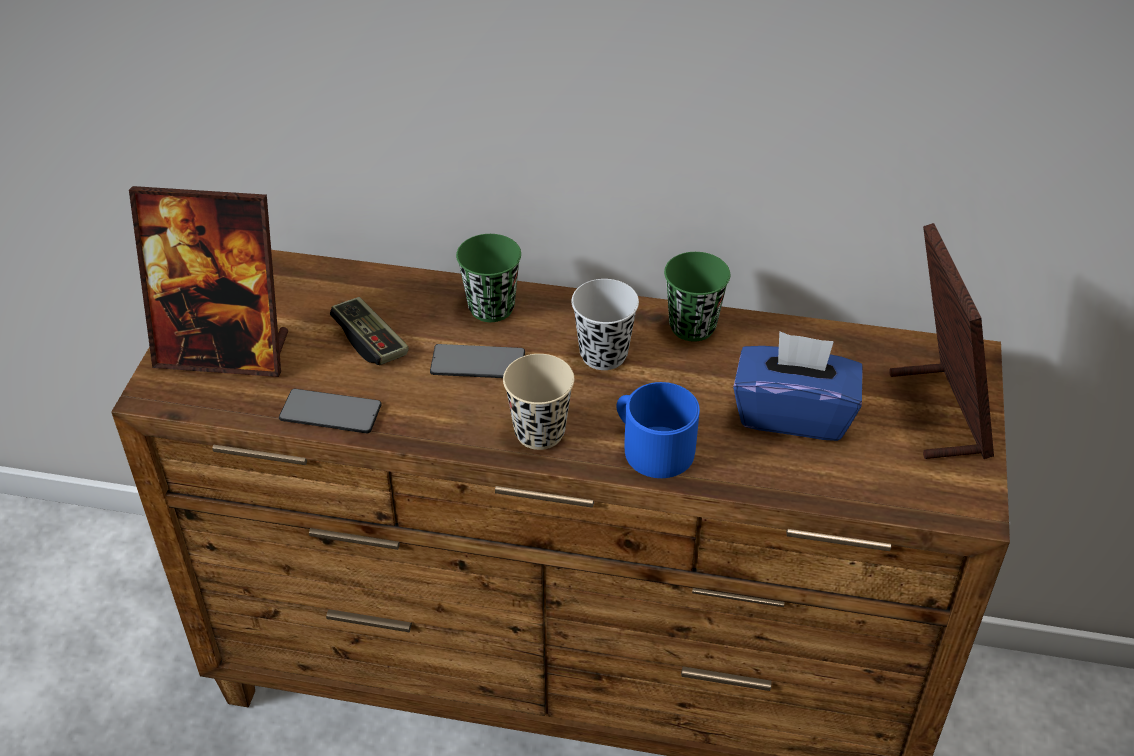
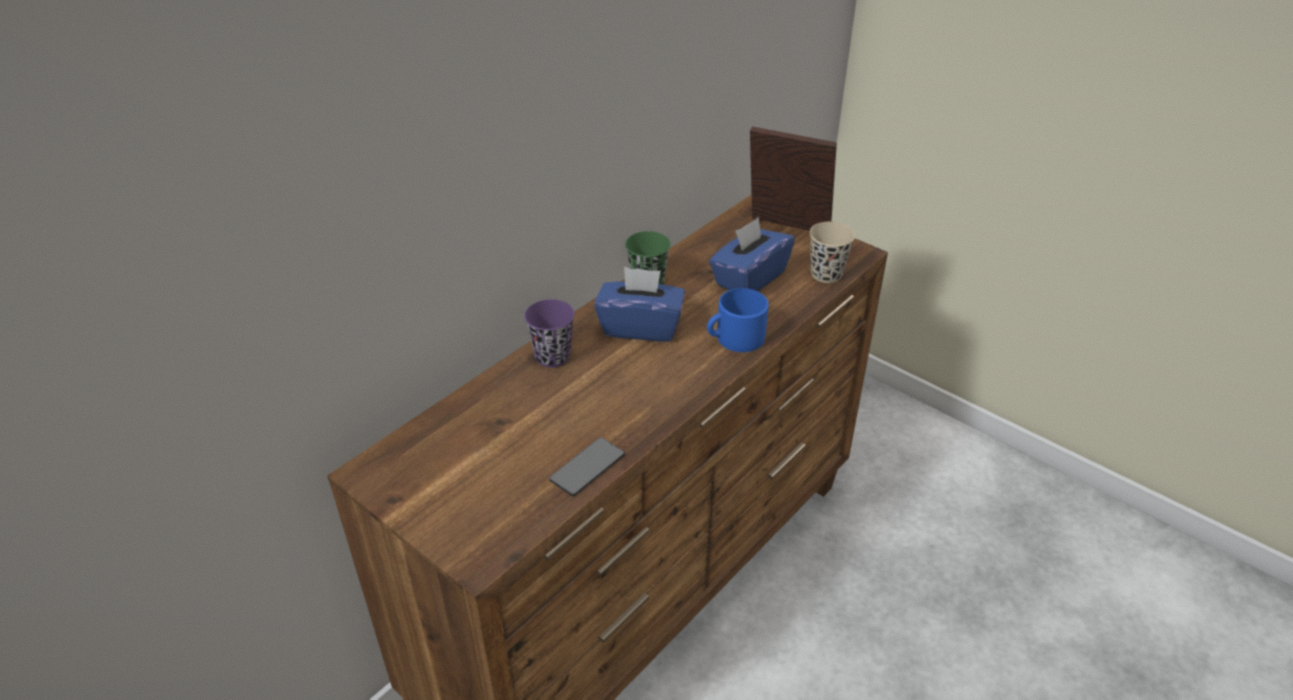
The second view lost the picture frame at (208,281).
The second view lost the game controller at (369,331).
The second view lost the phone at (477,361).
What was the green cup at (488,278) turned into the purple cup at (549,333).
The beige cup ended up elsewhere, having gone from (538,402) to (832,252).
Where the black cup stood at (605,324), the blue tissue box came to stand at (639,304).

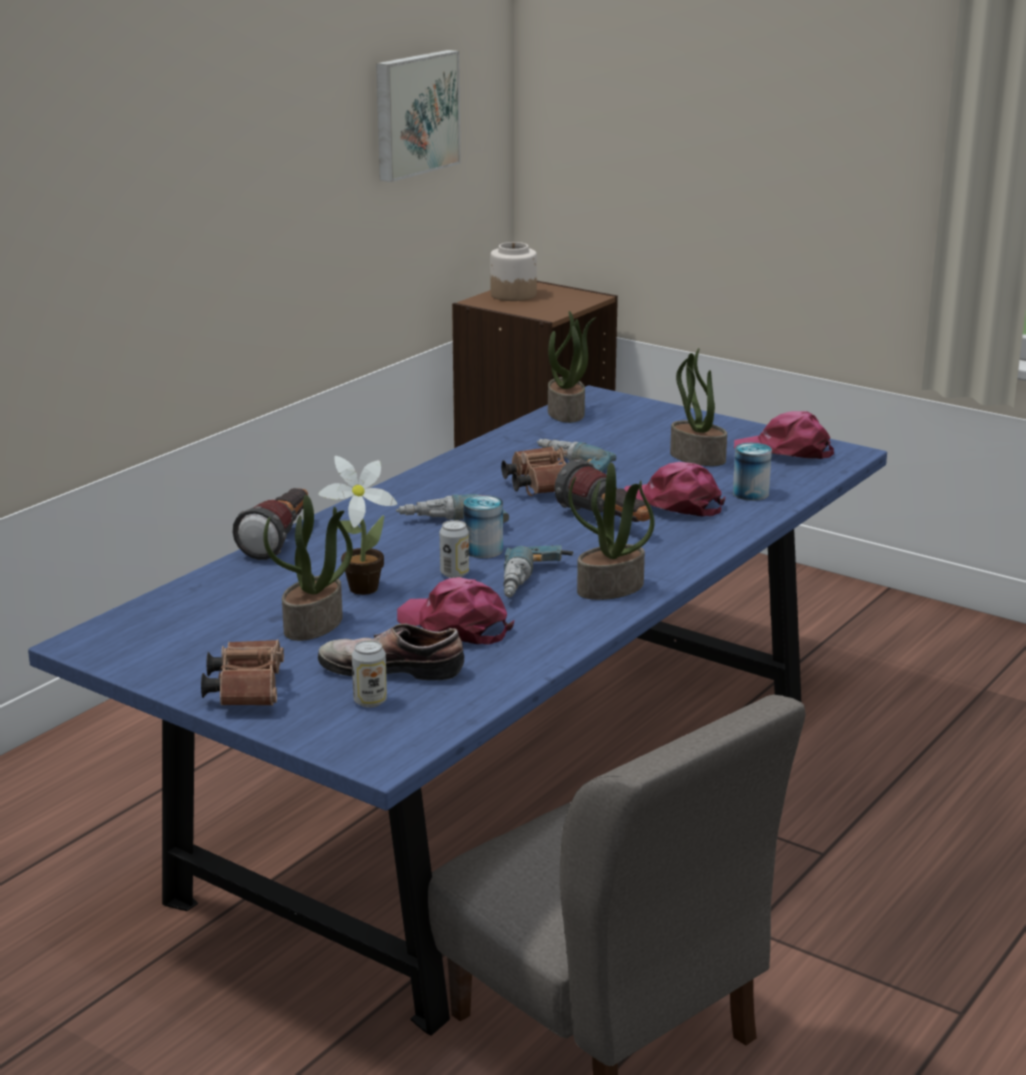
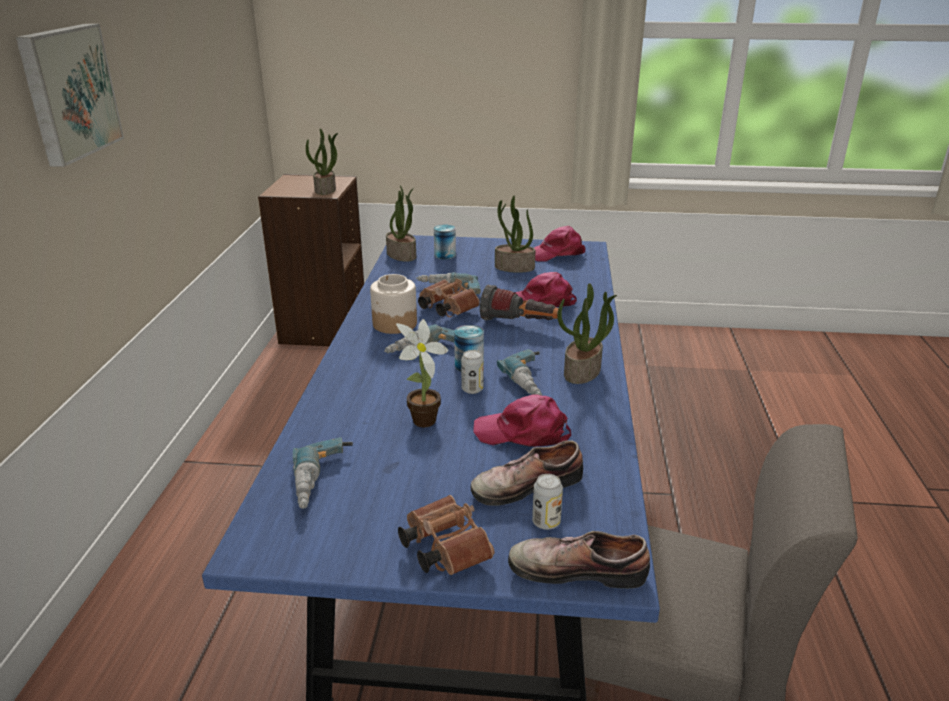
The second view lost the flashlight at (270,524).
The potted plant ended up elsewhere, having gone from (308,568) to (322,161).
The picture ended up elsewhere, having gone from (418,116) to (70,95).
The jar ended up elsewhere, having gone from (513,271) to (393,304).
The can ended up elsewhere, having gone from (752,472) to (445,242).
The second view gained the power drill at (323,473).
The second view gained the shoe at (579,560).

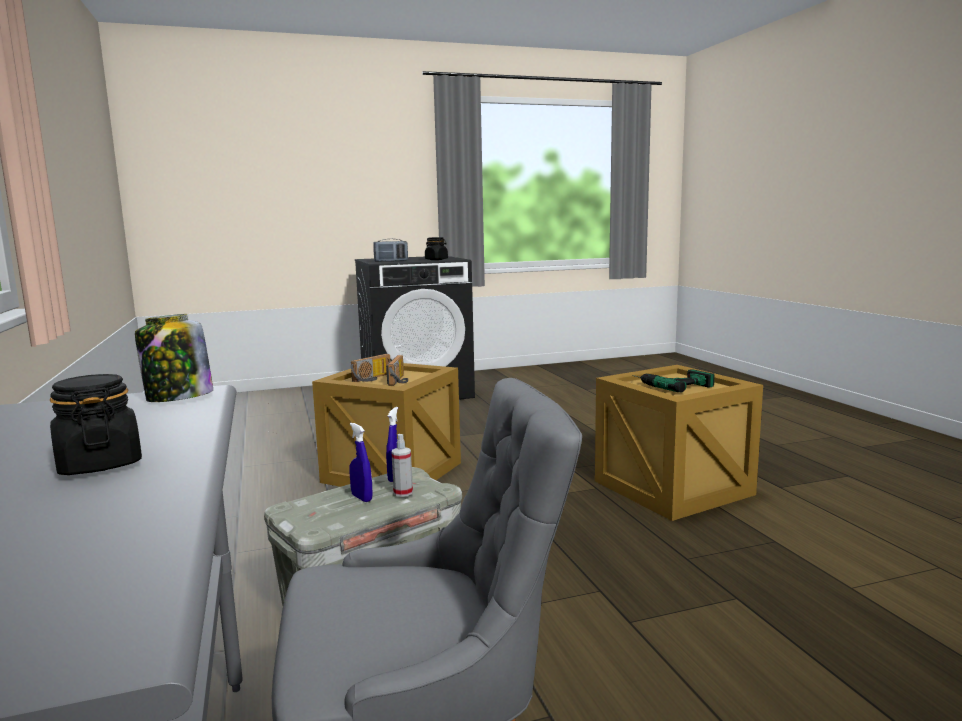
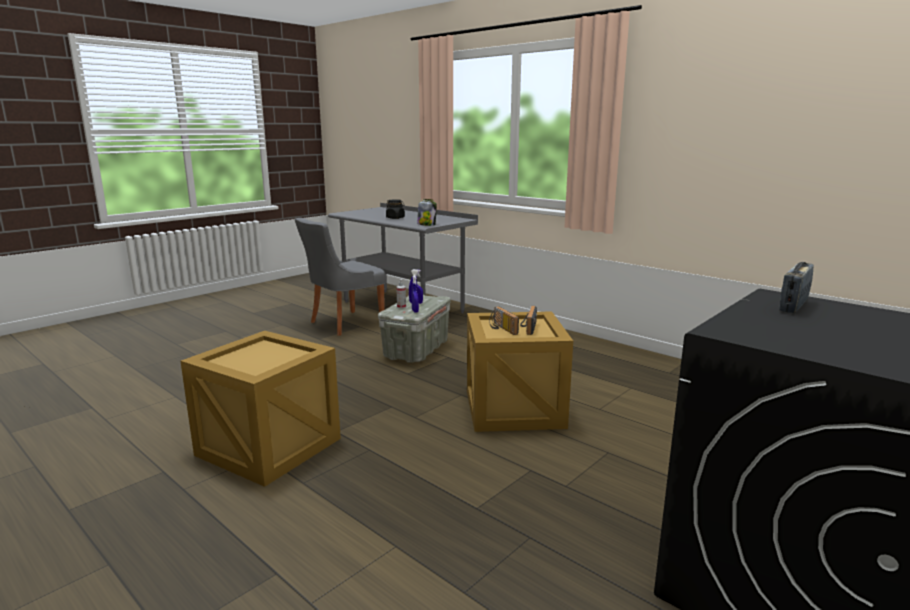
The second view lost the black jar at (436,248).
The second view lost the power drill at (673,380).

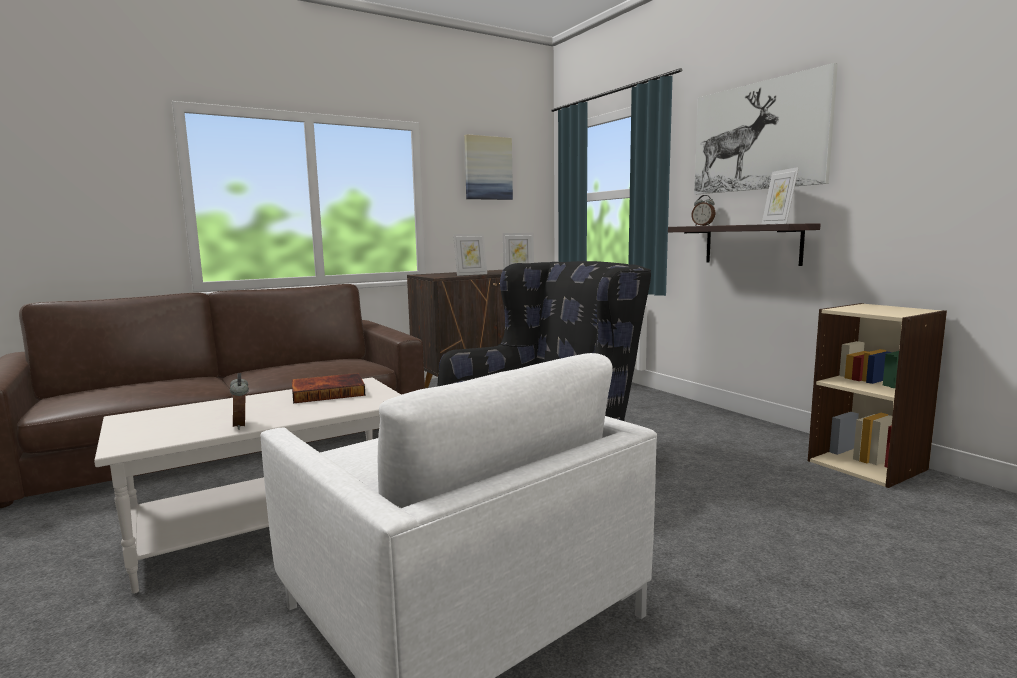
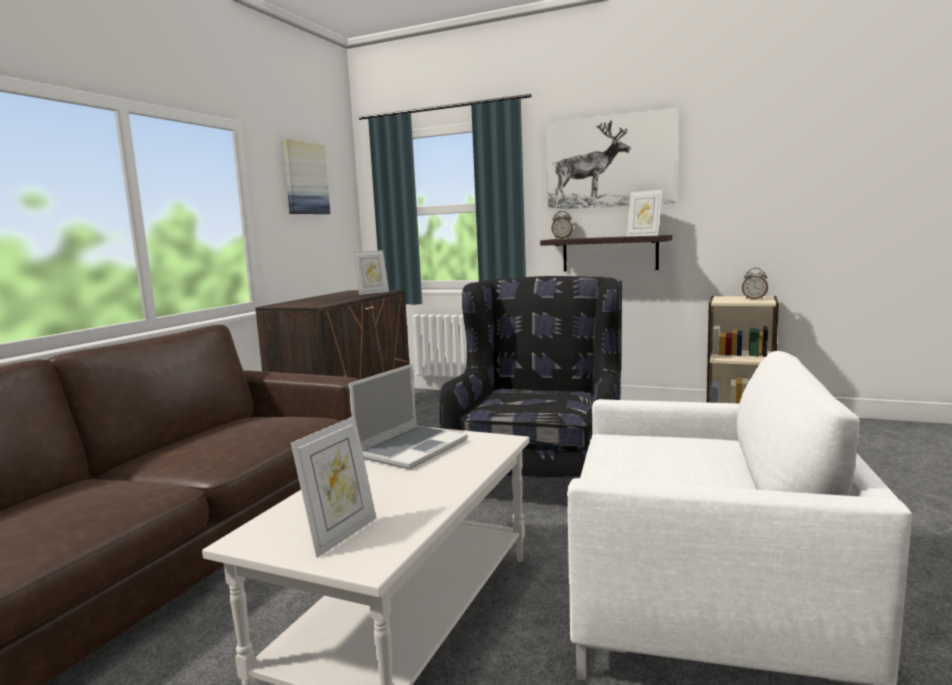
The alarm clock ended up elsewhere, having gone from (239,401) to (755,284).
Where the book stood at (329,388), the laptop came to stand at (408,417).
The picture frame ended up elsewhere, having gone from (470,255) to (333,487).

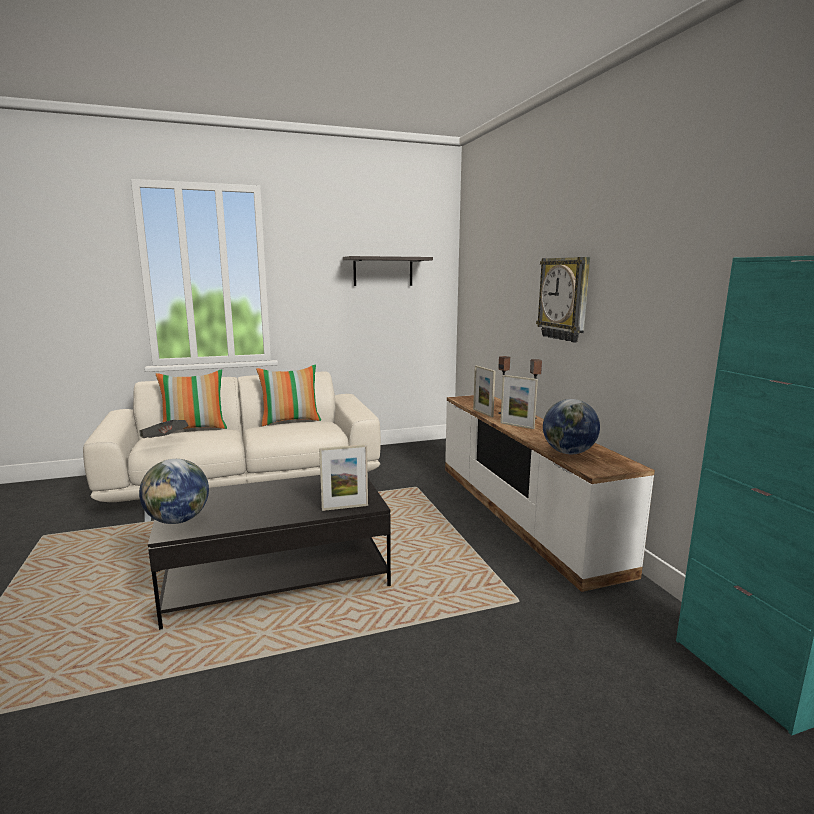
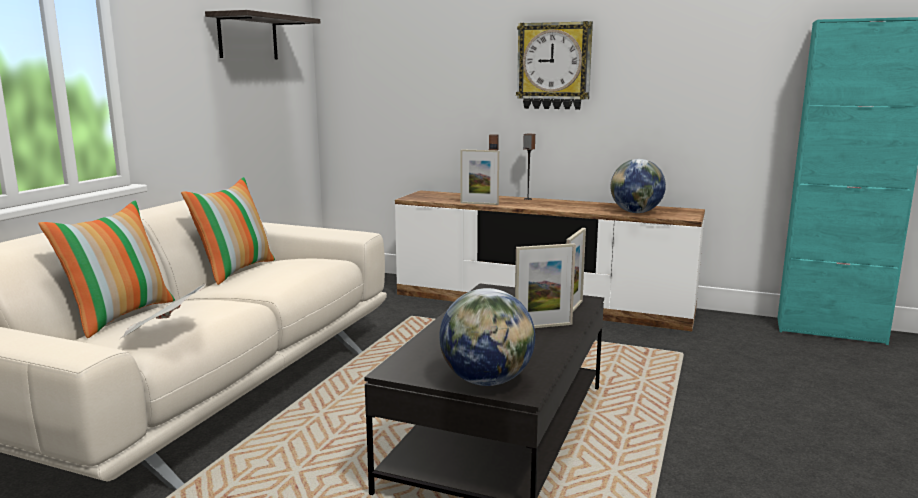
The picture frame ended up elsewhere, having gone from (519,402) to (545,285).

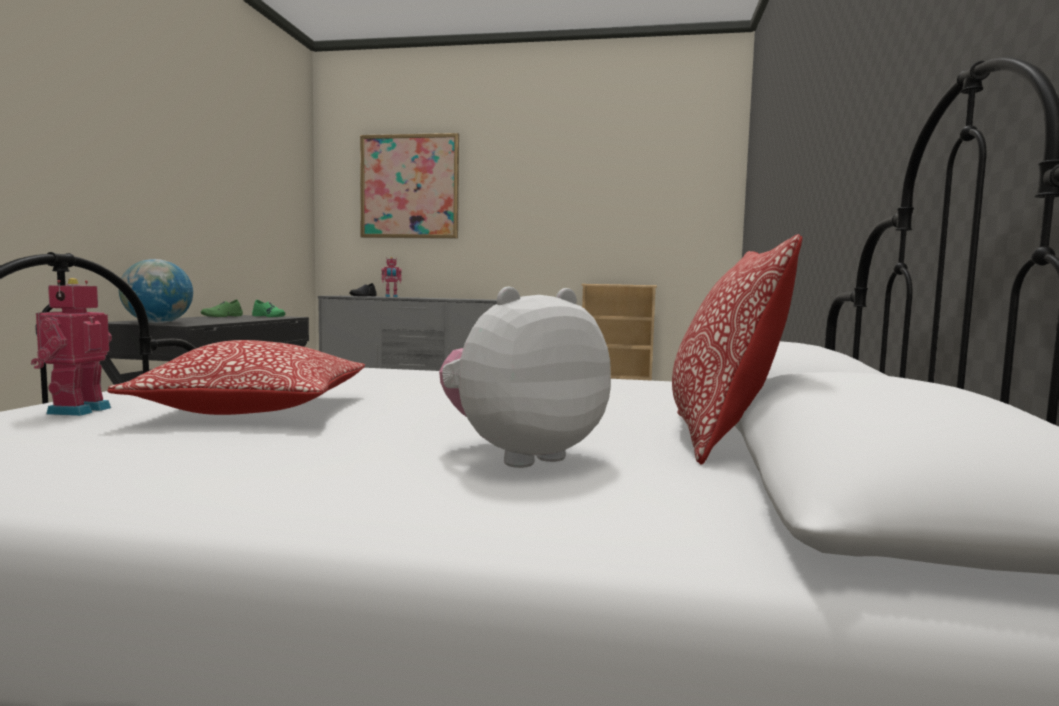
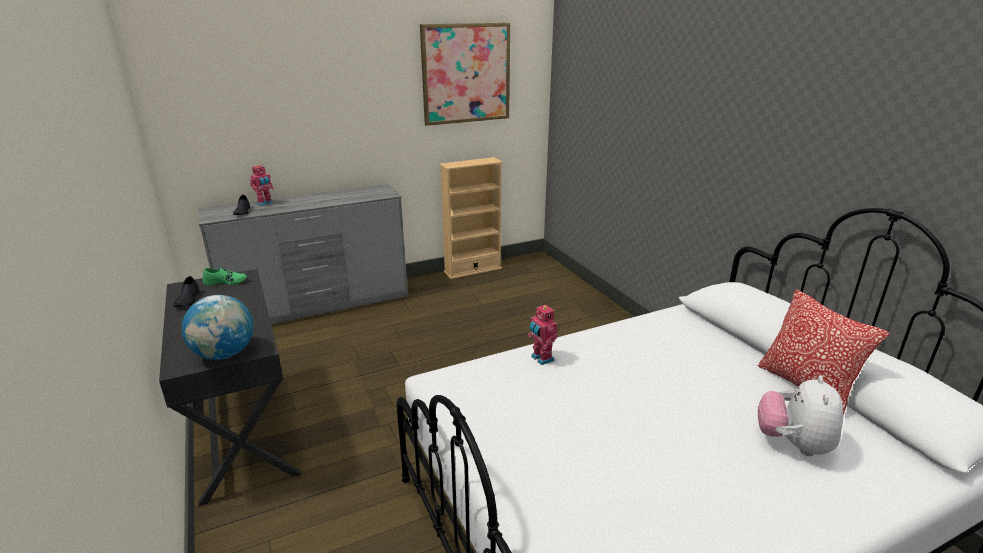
The toy robot ended up elsewhere, having gone from (71,347) to (543,334).
The second view lost the pillow at (236,377).
What was the green shoe at (222,308) turned into the black shoe at (186,291).
The picture ended up elsewhere, having gone from (409,186) to (465,74).

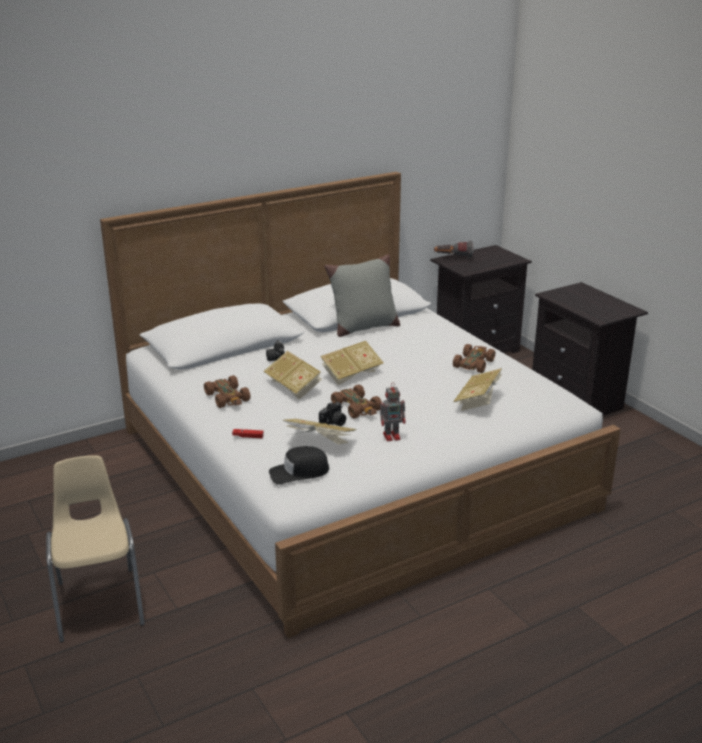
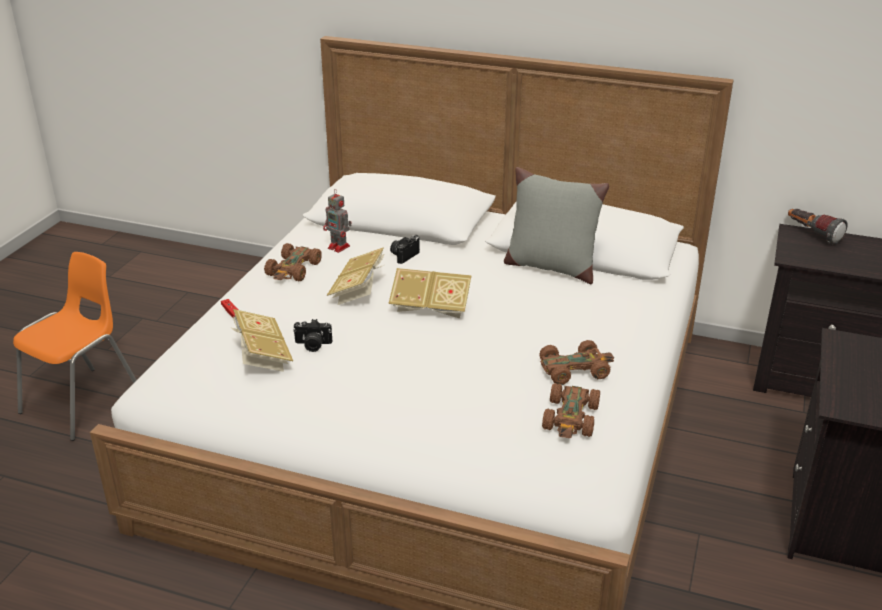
What was the beige chair at (95,549) turned into the orange chair at (74,346).
The second view lost the black cap at (299,465).
The brown toy car ended up elsewhere, having gone from (356,401) to (571,410).
The toy robot ended up elsewhere, having gone from (392,412) to (337,221).
The second view lost the book at (478,389).

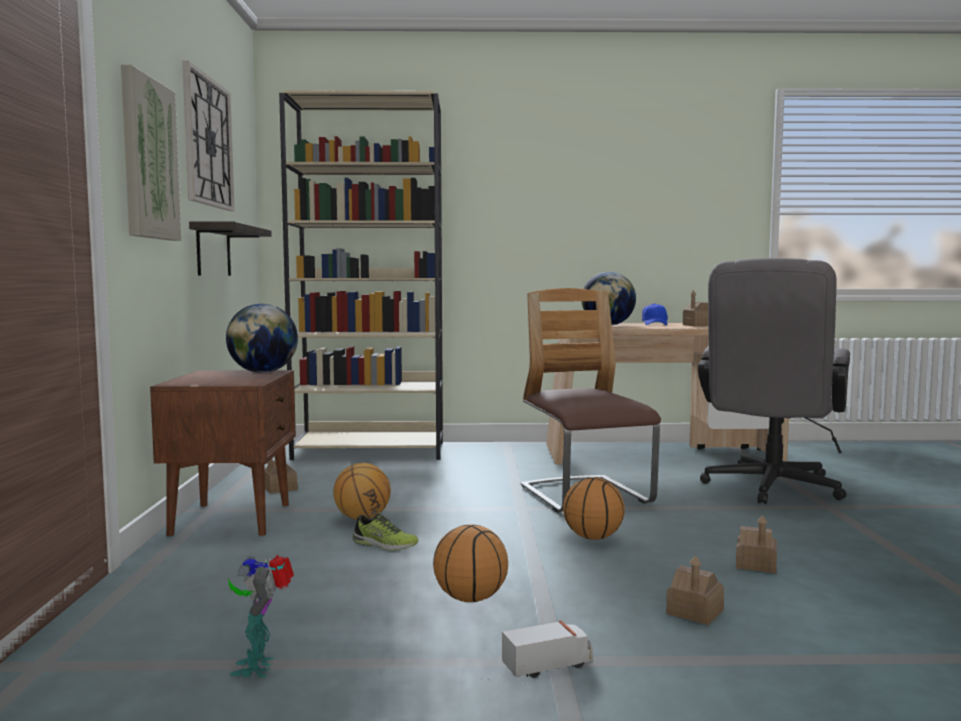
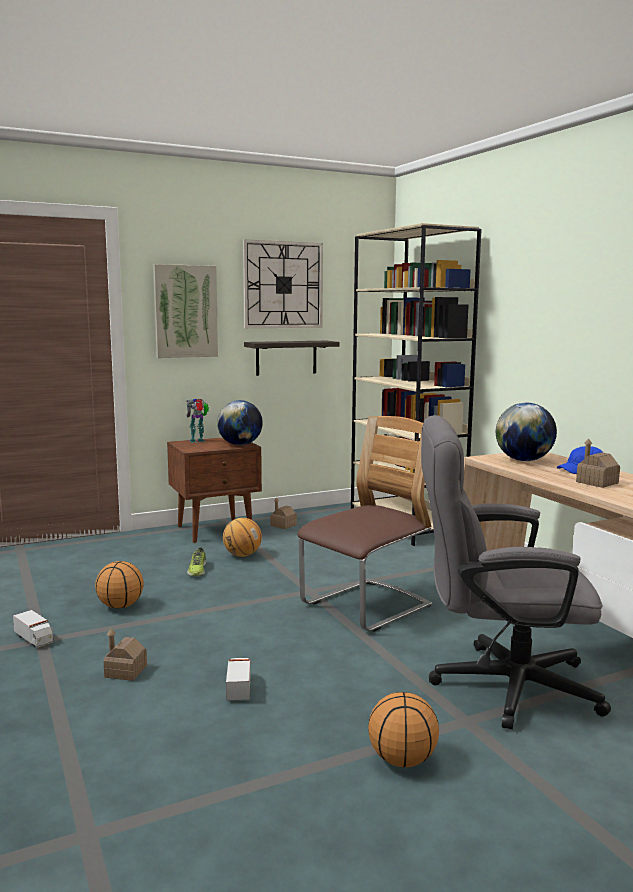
The toy robot ended up elsewhere, having gone from (261,616) to (197,420).
The basketball ended up elsewhere, having gone from (594,508) to (403,729).
Where the toy house stood at (756,544), the toy truck came to stand at (238,679).

